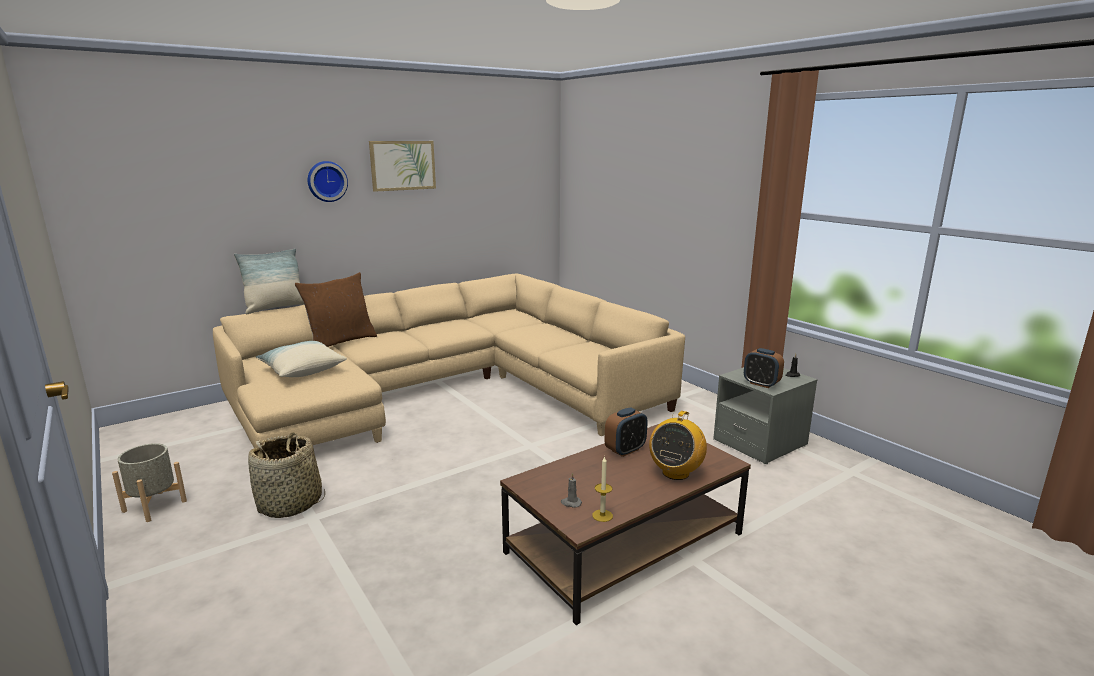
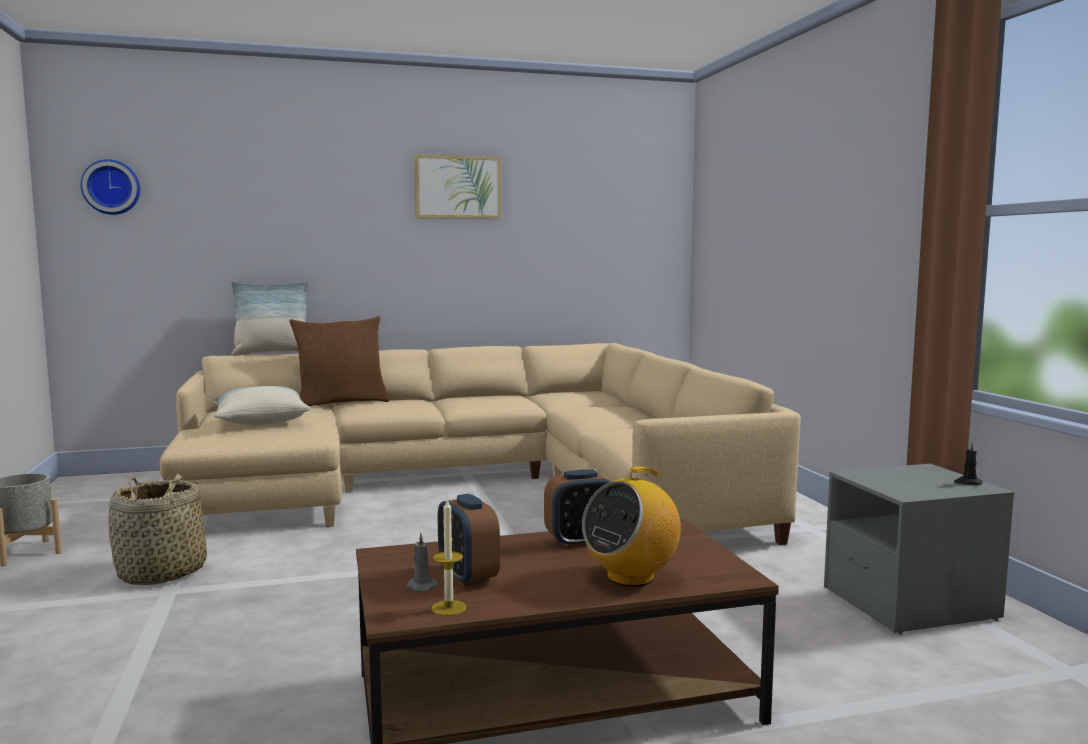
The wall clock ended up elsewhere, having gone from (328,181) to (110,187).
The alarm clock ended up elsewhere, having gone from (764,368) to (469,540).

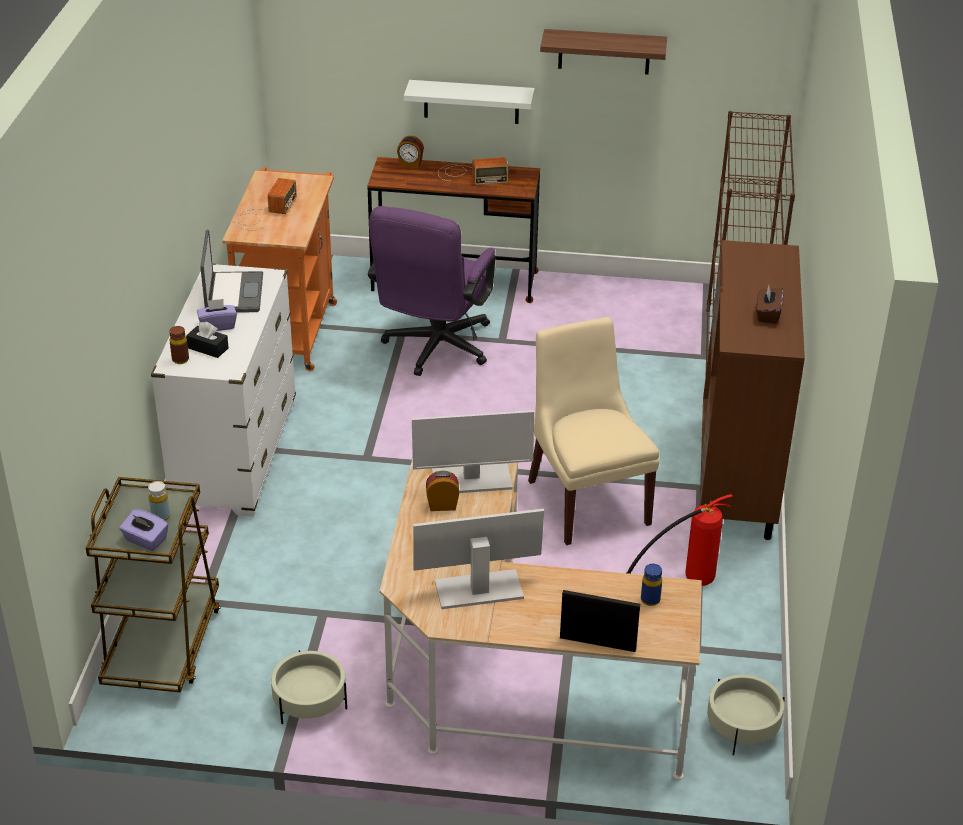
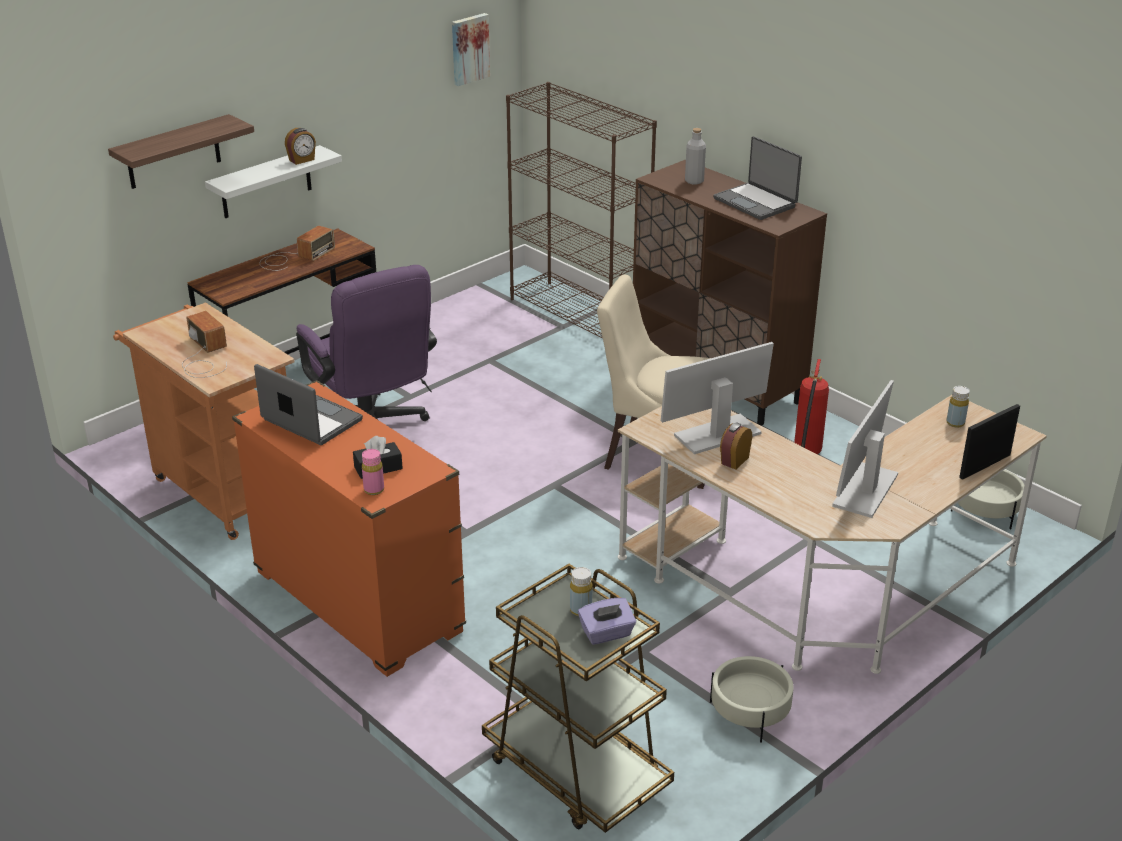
What was the white dresser at (223,390) turned into the orange dresser at (349,528).
What was the brown bottle at (179,345) turned into the pink bottle at (373,472).
The second view lost the purple tissue box at (217,315).
The alarm clock ended up elsewhere, having gone from (410,152) to (300,146).
The monitor at (473,451) ended up facing another way, 150 degrees counterclockwise from before.
The shelf ended up elsewhere, having gone from (603,51) to (181,151).
What was the blue bottle at (651,585) turned into the yellow bottle at (958,407).
Where the brown tissue box stood at (770,304), the laptop came to stand at (757,178).
The second view gained the picture at (471,49).
The second view gained the grey bottle at (695,156).

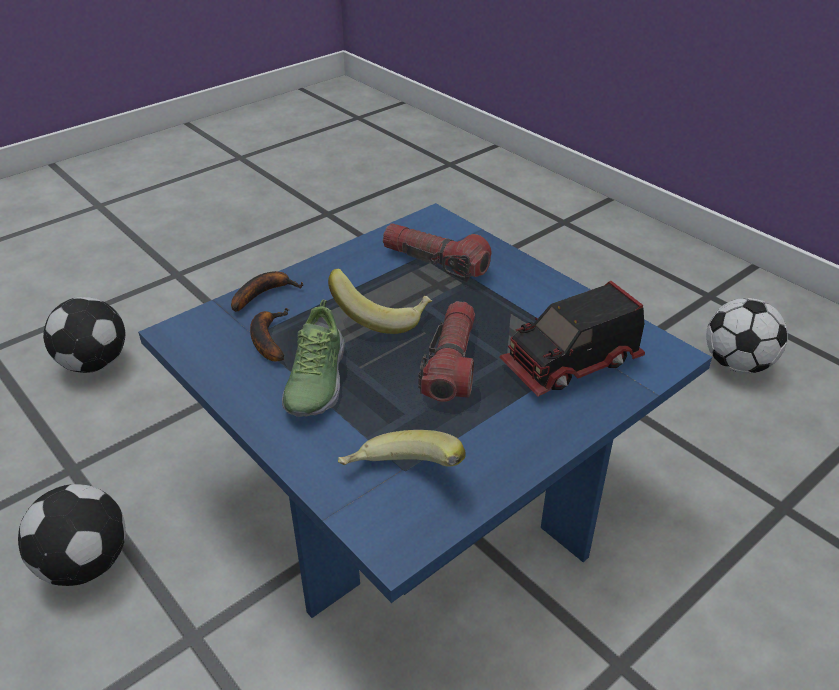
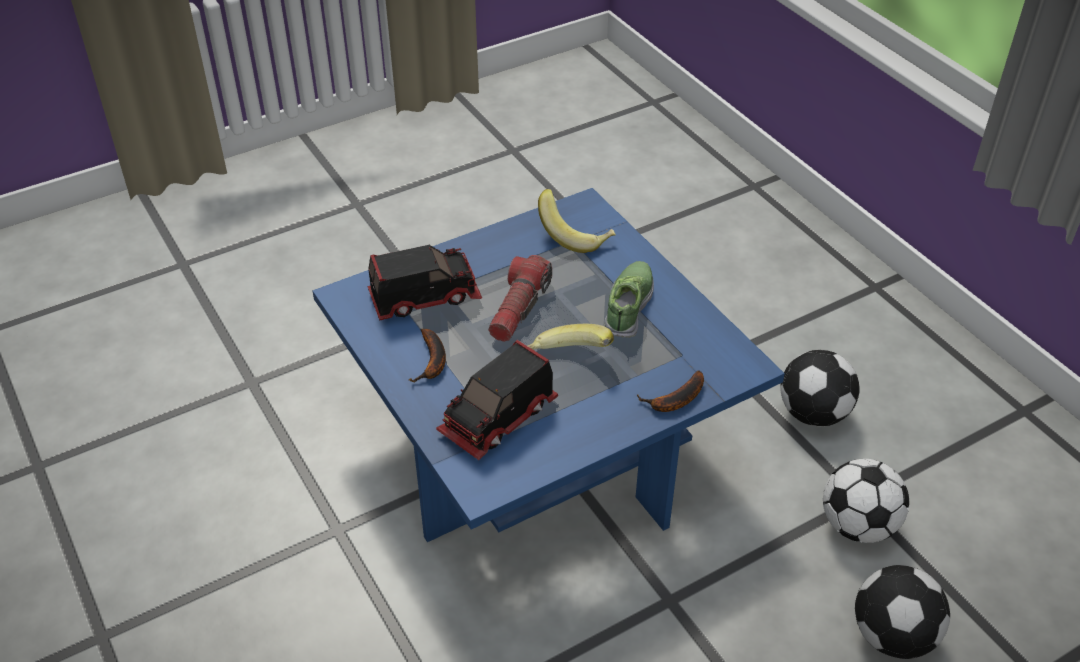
The banana ended up elsewhere, having gone from (269,334) to (427,355).
Where the flashlight stood at (437,252), the toy truck came to stand at (497,400).
The football ended up elsewhere, having gone from (747,336) to (866,501).

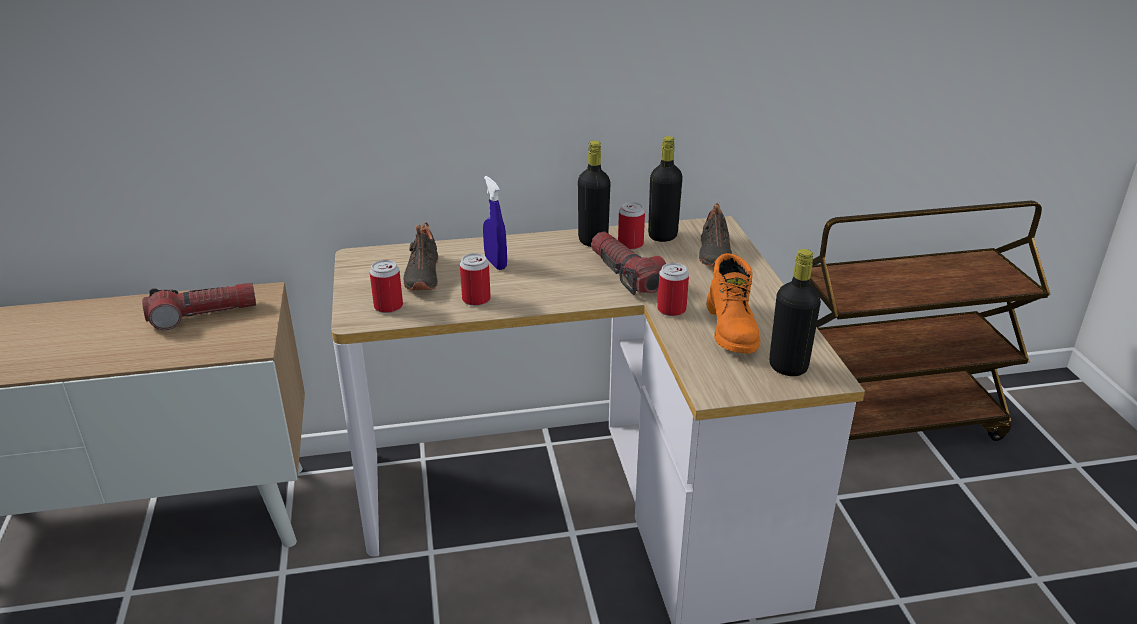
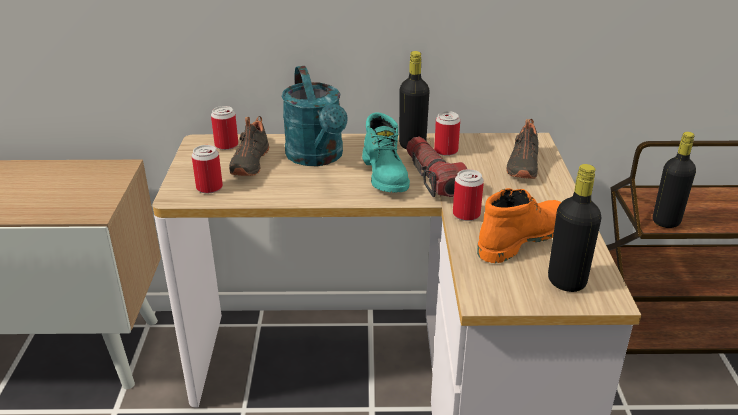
The second view lost the flashlight at (199,306).
The can ended up elsewhere, having gone from (475,279) to (224,128).
Where the blue spray bottle stood at (495,223), the turquoise watering can came to stand at (314,116).
The black bottle ended up elsewhere, having gone from (665,189) to (674,180).
The orange boot at (733,303) ended up facing another way, 135 degrees counterclockwise from before.
The second view gained the turquoise boot at (386,152).

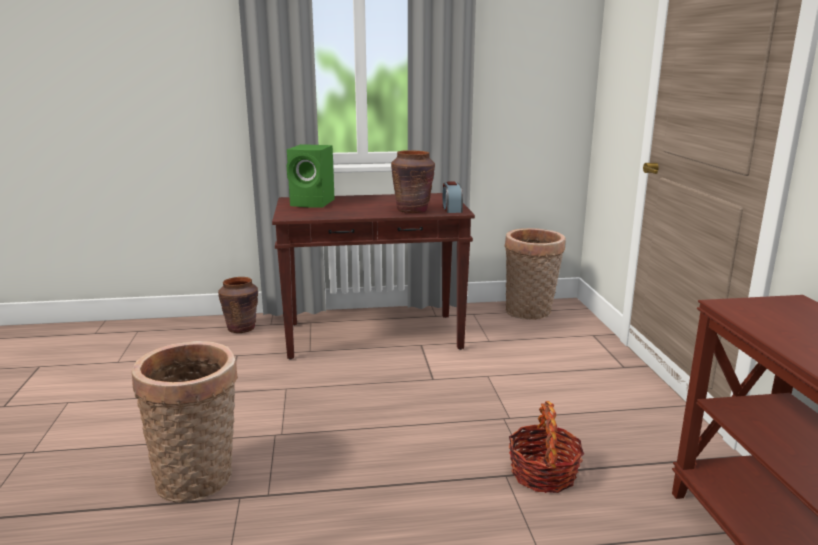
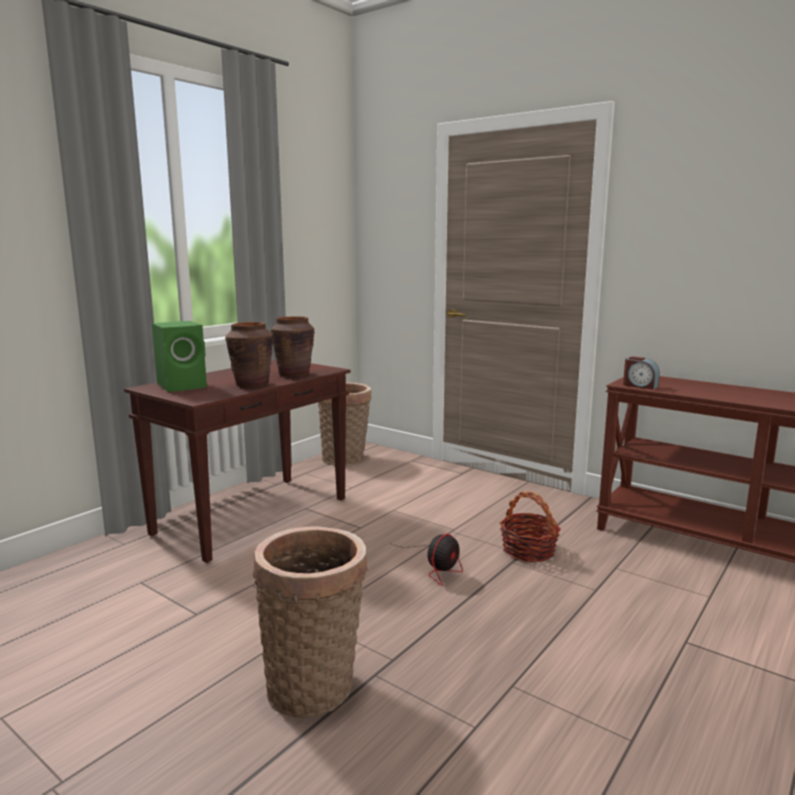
The brown vase ended up elsewhere, having gone from (238,305) to (249,355).
The alarm clock ended up elsewhere, having gone from (453,197) to (641,373).
The second view gained the fan at (427,560).

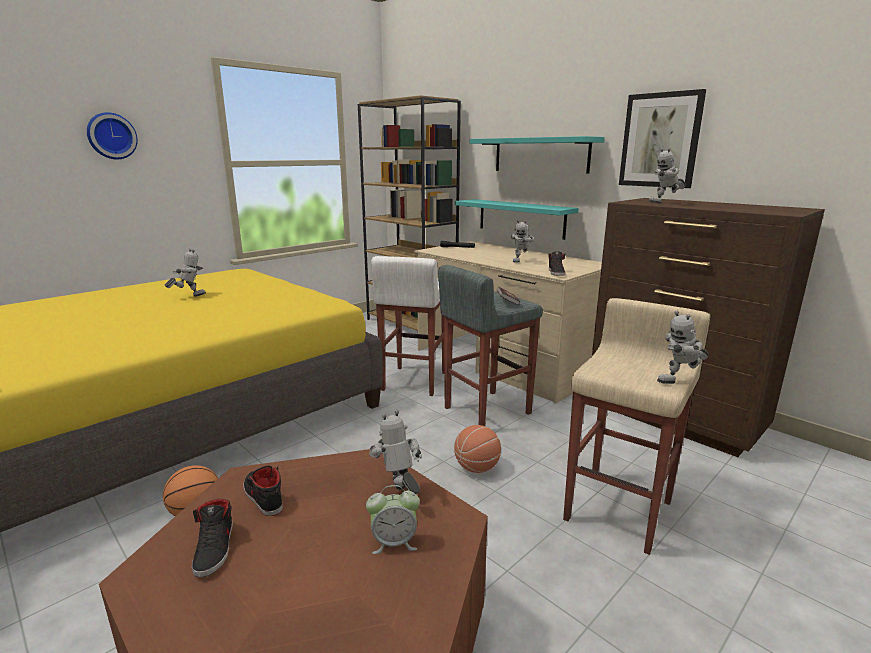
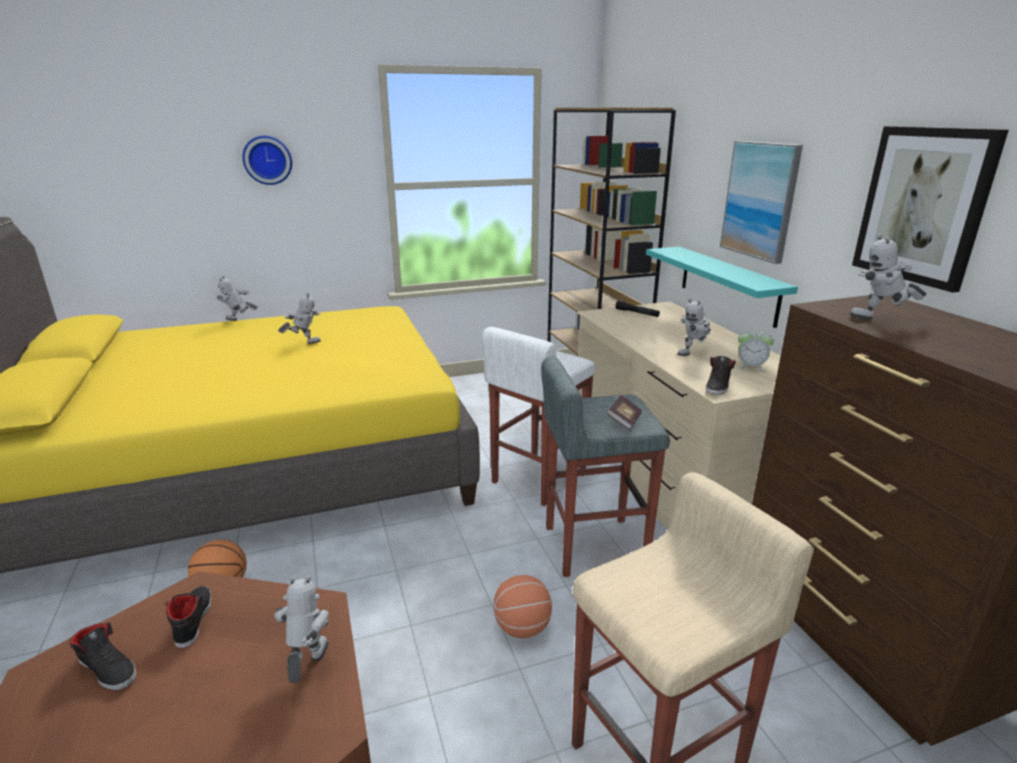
The black shoe at (212,538) ended up facing another way, 75 degrees counterclockwise from before.
The alarm clock ended up elsewhere, having gone from (393,519) to (755,349).
Where the turquoise shelf hung at (537,155), the picture came to hang at (761,202).
The toy robot ended up elsewhere, having gone from (683,347) to (237,298).

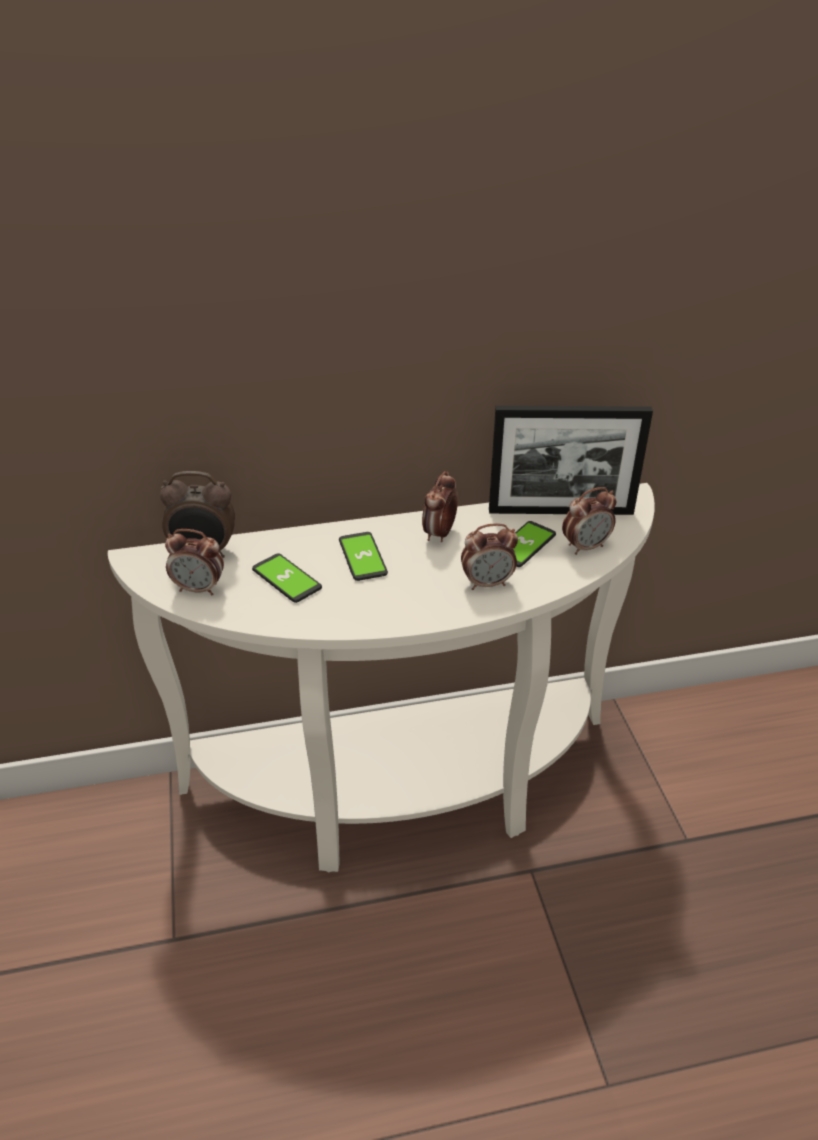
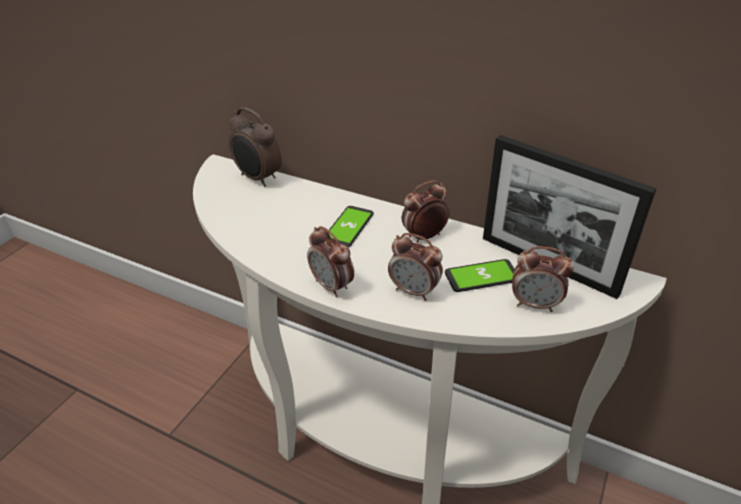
The alarm clock ended up elsewhere, having gone from (194,562) to (330,261).
The second view lost the phone at (287,578).

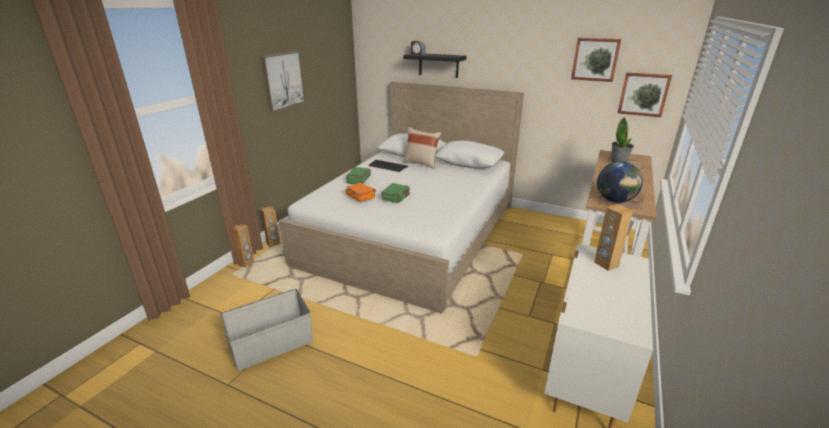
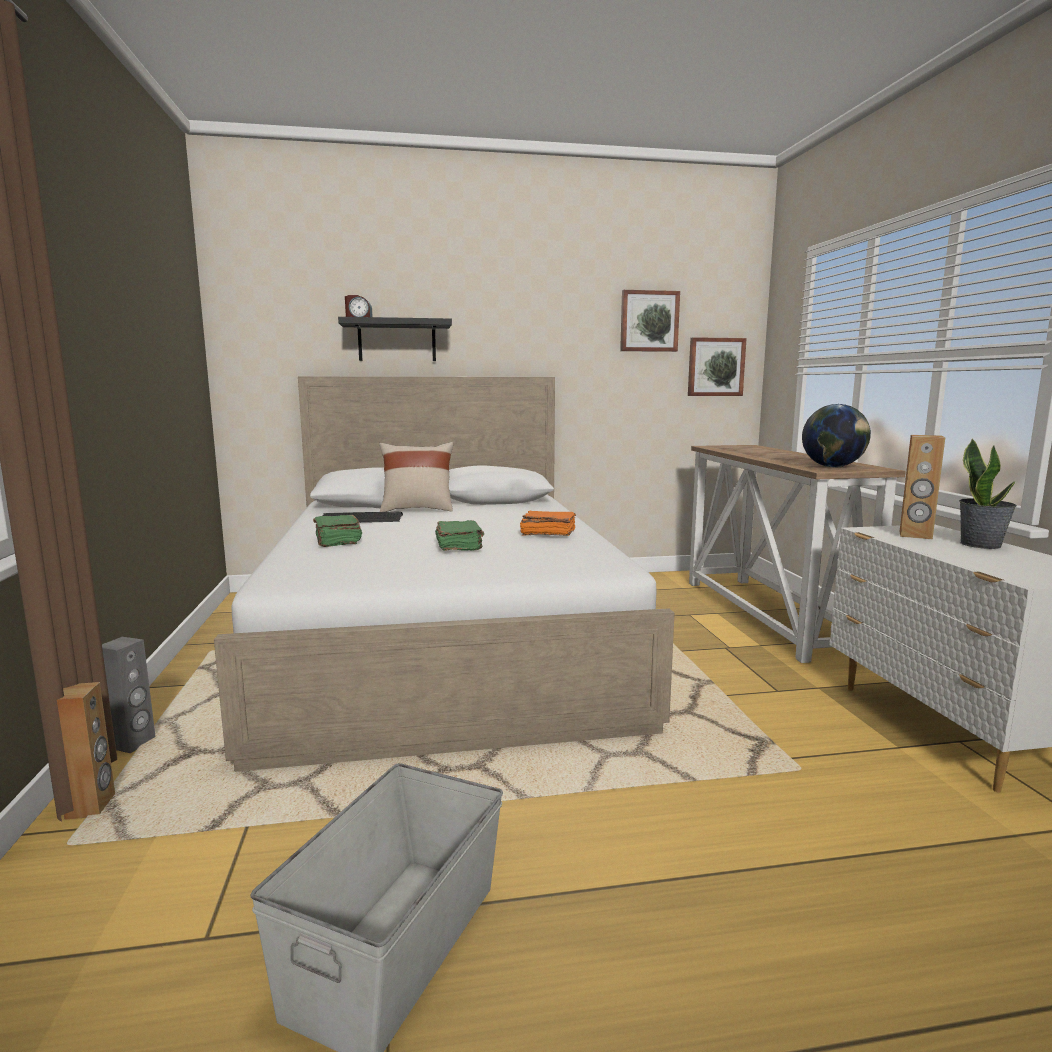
The second view lost the picture at (283,81).
What was the brown speaker at (271,227) turned into the grey speaker at (129,695).
The orange book ended up elsewhere, having gone from (360,192) to (548,523).
The potted plant ended up elsewhere, having gone from (622,140) to (988,493).

